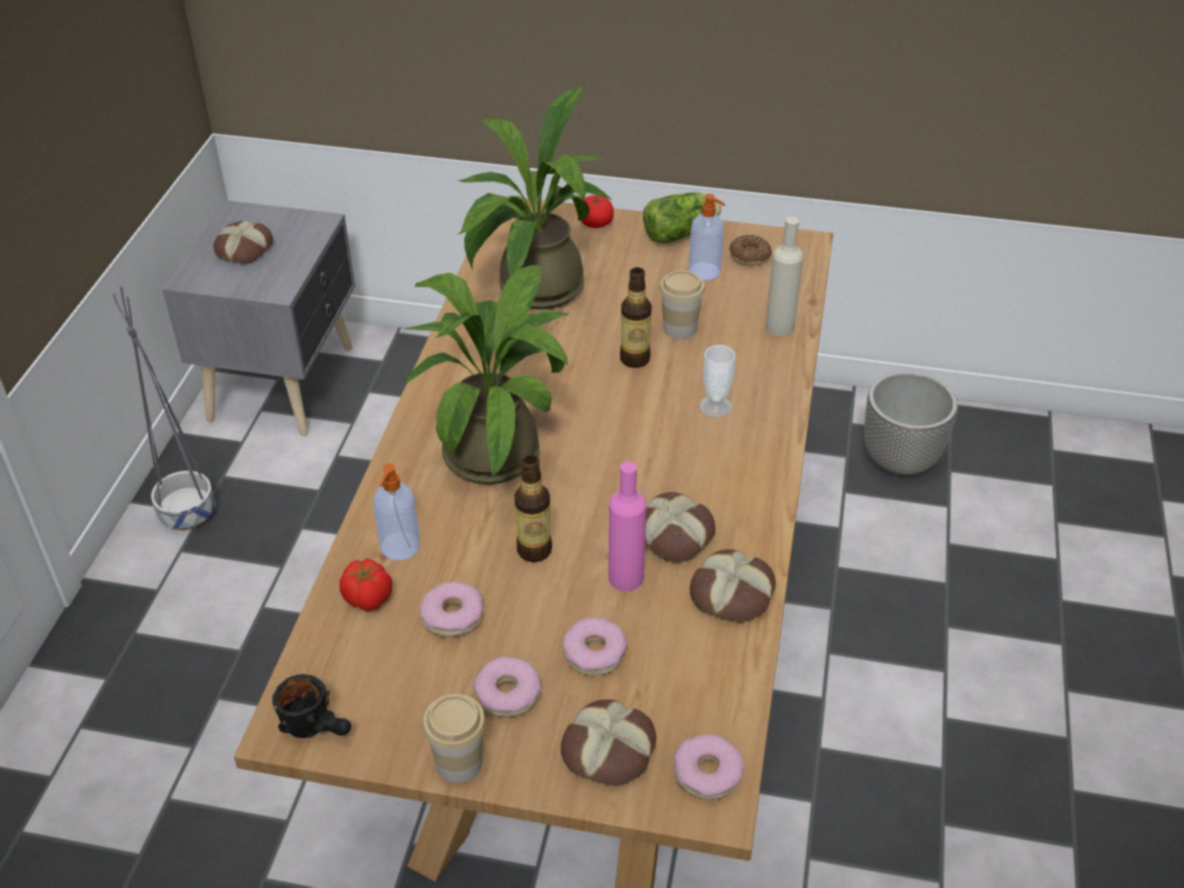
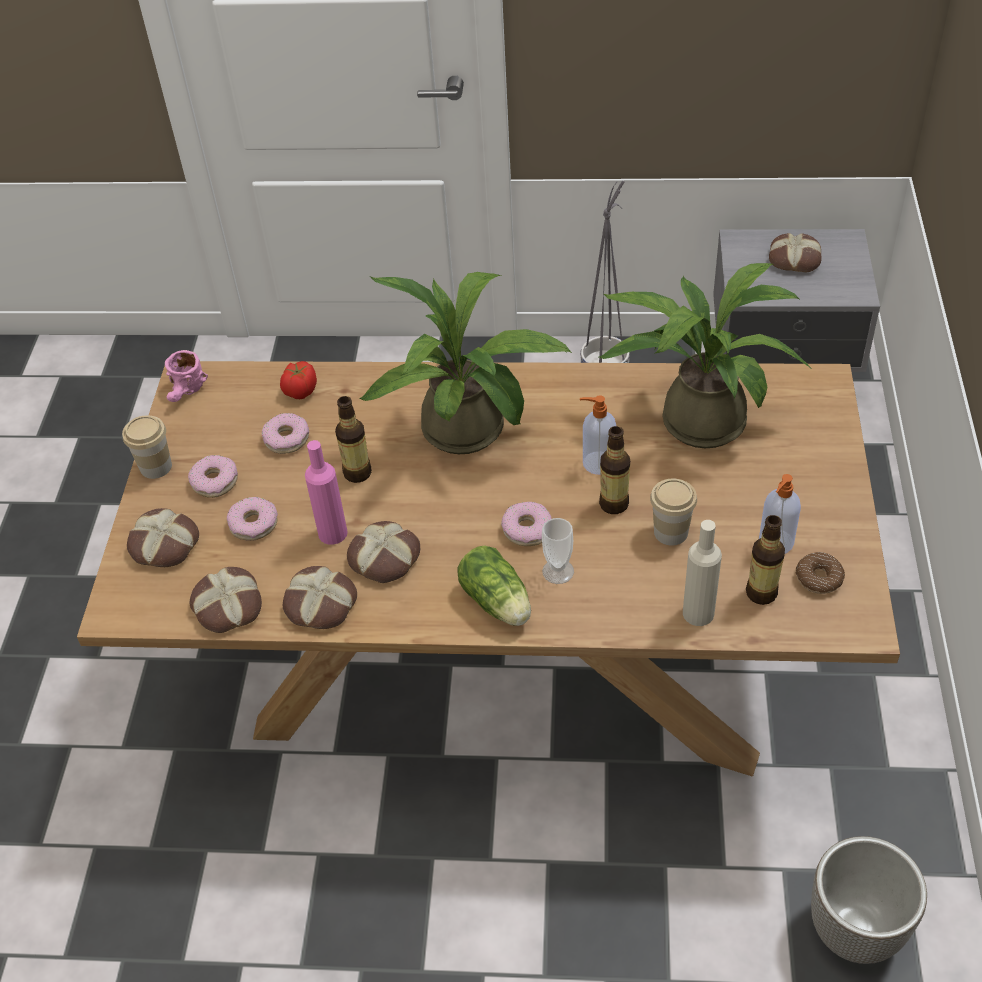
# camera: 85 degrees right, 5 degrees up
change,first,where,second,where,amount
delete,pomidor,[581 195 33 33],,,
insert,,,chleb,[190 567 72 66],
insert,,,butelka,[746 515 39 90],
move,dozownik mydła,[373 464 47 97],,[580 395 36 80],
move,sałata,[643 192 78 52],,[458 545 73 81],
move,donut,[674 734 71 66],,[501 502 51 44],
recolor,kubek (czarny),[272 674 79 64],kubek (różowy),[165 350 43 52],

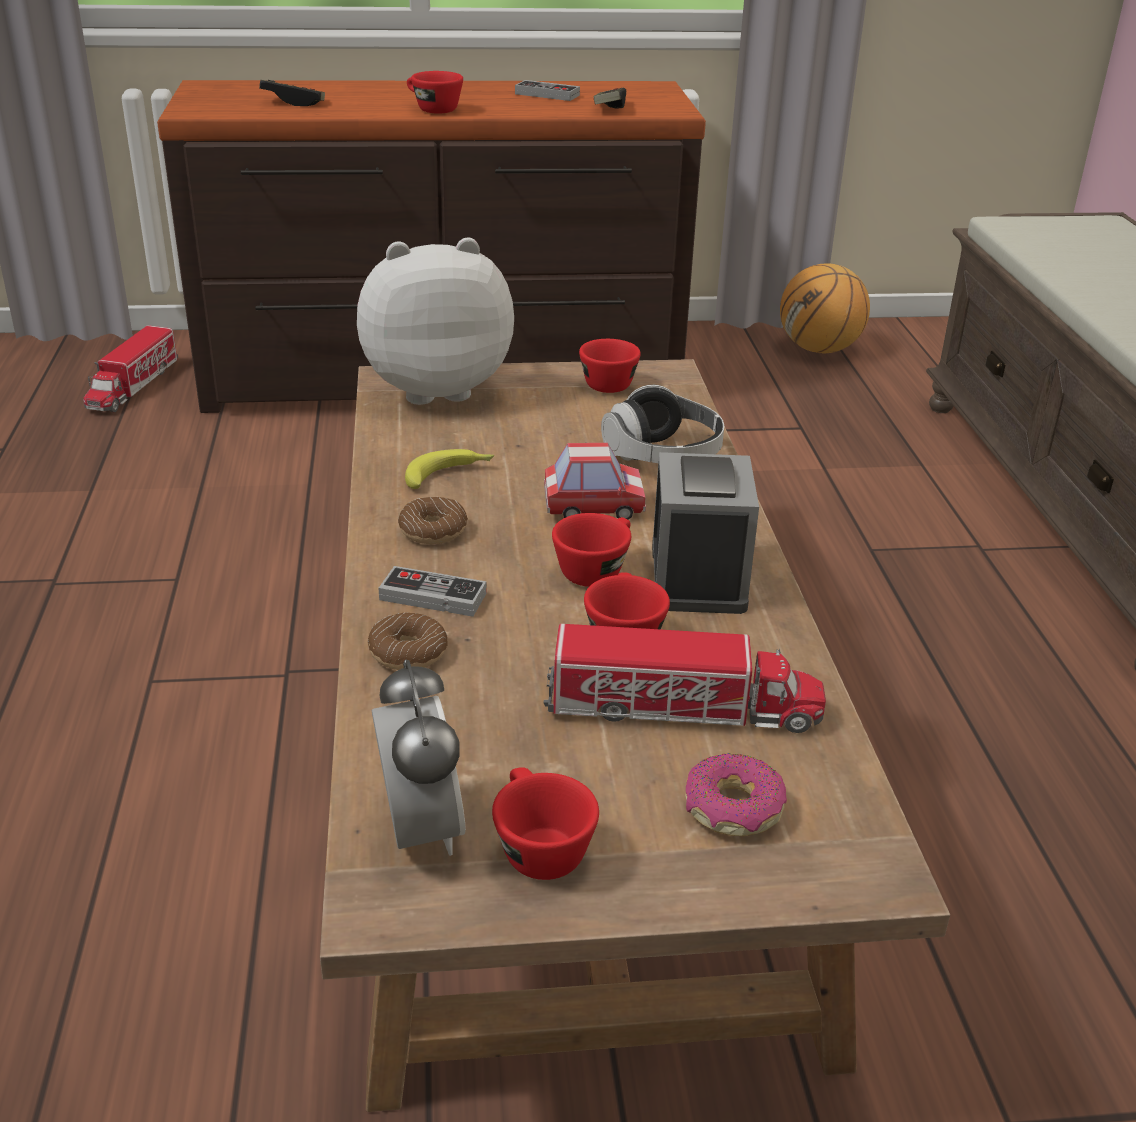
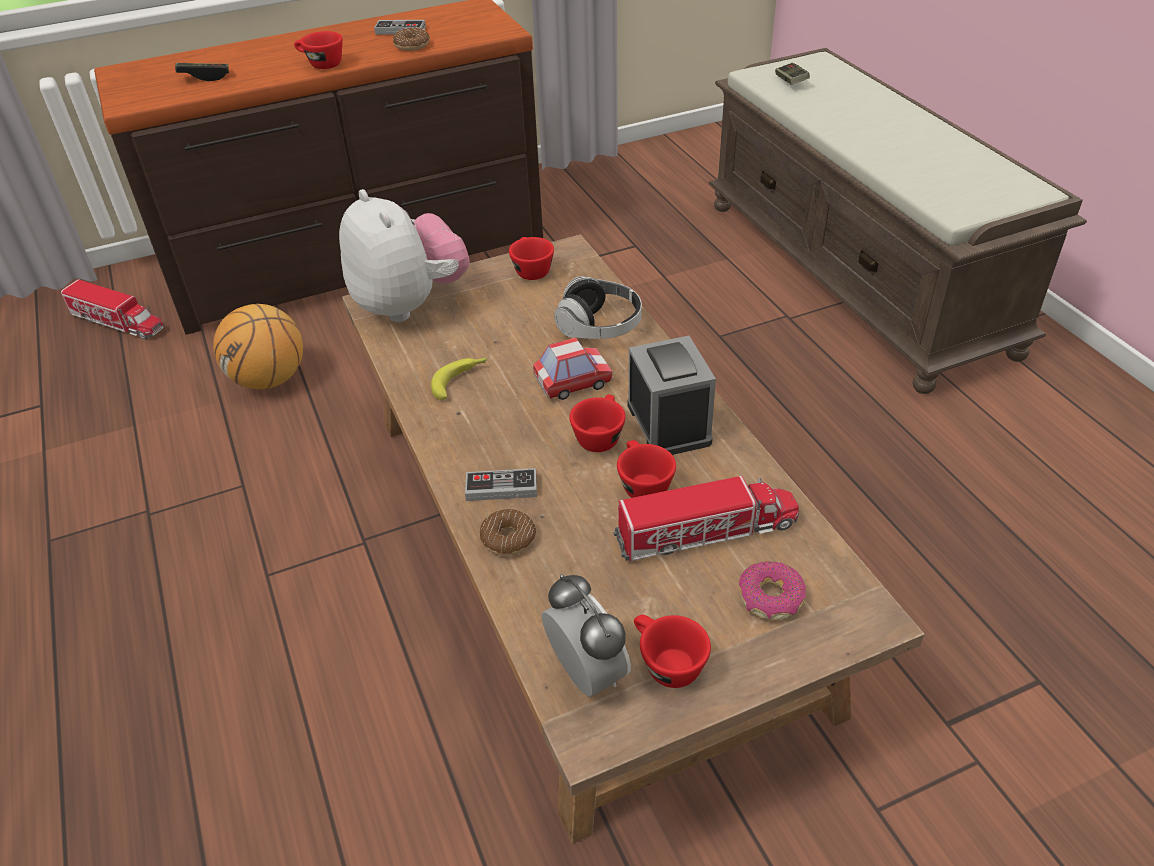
# camera: 15 degrees left, 10 degrees up
change,first,where,second,where,amount
move,donut,[398 497 70 47],,[393 27 37 24],
move,pad do gier,[594 87 32 21],,[775 63 35 22],
move,piłka do koszykówki,[780 263 90 90],,[213 304 90 85],
rotate,ciężarówka zabawkowa,[83 325 95 87],,[61 279 103 61],60 degrees counterclockwise
rotate,pluszak,[357 238 157 167],,[339 189 131 133],90 degrees clockwise

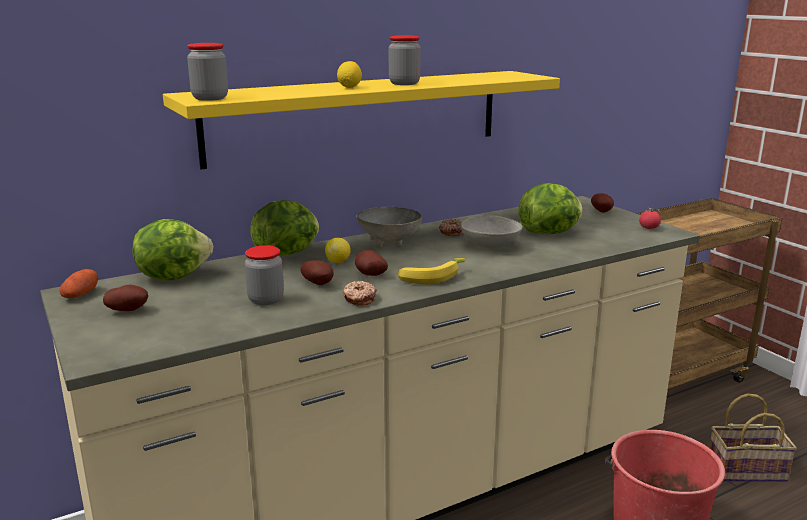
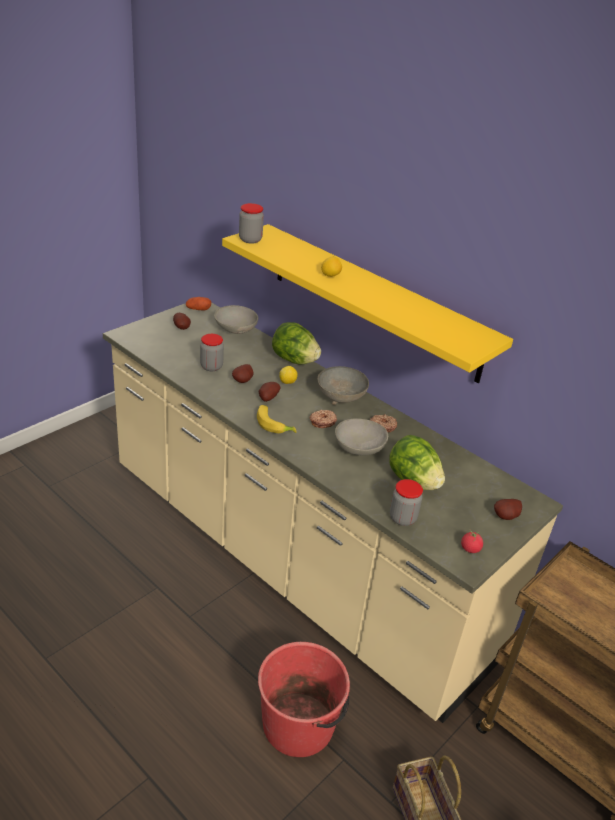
# camera: 70 degrees right, 15 degrees up
change,first,where,second,where,amount
move,donut,[343 281 34 25],,[309 410 28 18],
move,słoik,[389 35 32 50],,[390 479 33 47],
replace,sałata,[133 219 80 62],miska (szary),[214 305 44 29],

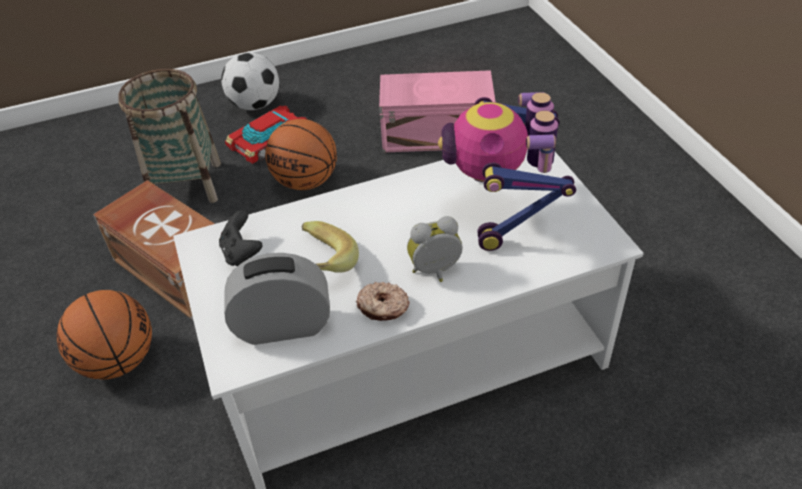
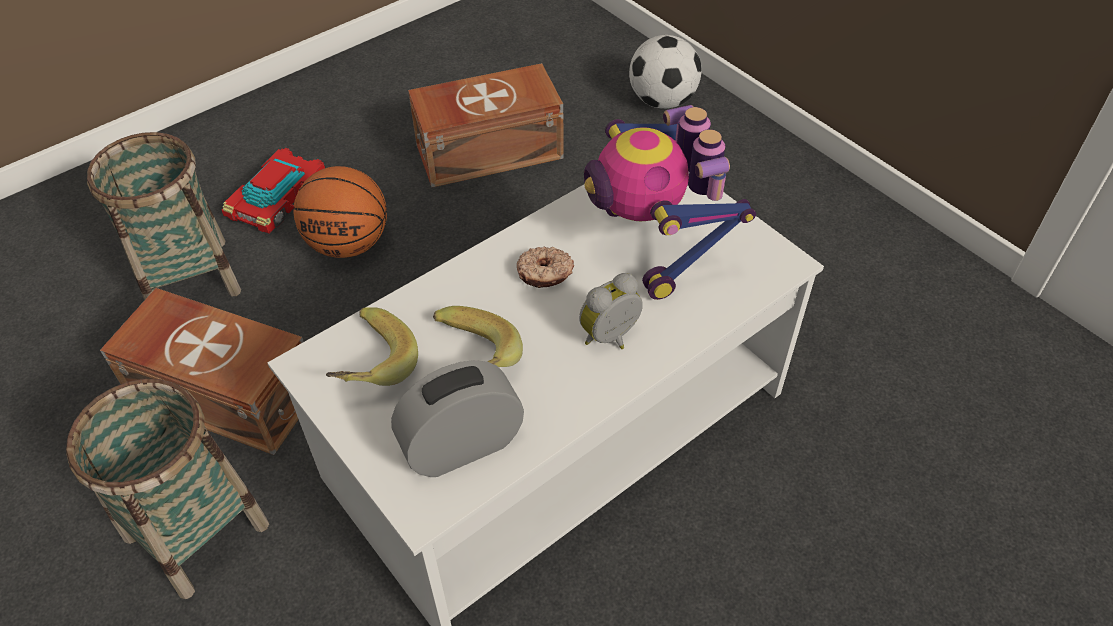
# camera: 20 degrees left, 5 degrees up
change,first,where,second,where,amount
move,piłka futbolowa,[221 52 58 58],,[629 35 73 74],
move,donut,[356 282 54 39],,[517 246 57 42],
replace,piłka do koszykówki,[57 290 95 90],koszyk,[66 379 203 220],
replace,pad do gier (czarny),[219 210 44 56],banan,[326 307 92 79],
recolor,pojemnik do przechowywania (różowy),[379 70 117 83],pojemnik do przechowywania (brązowy),[408 63 156 124],

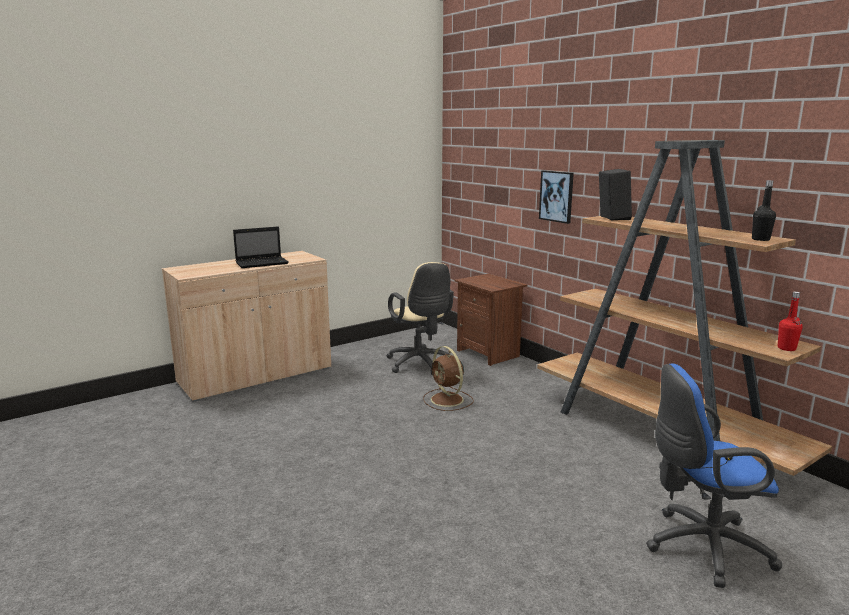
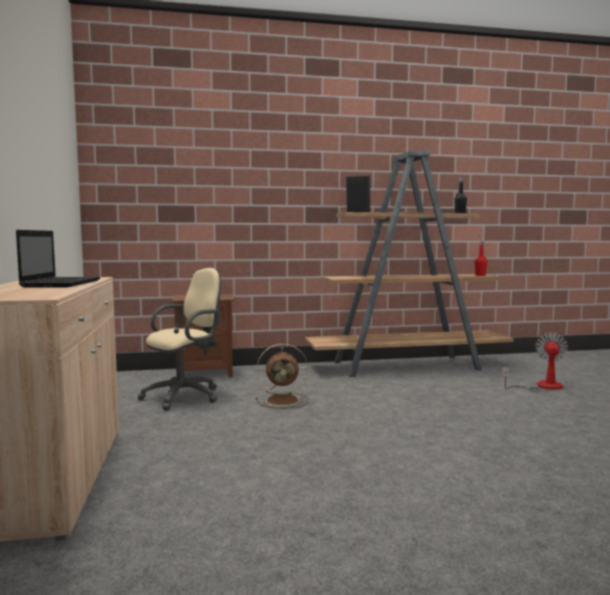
# camera: 65 degrees left, 10 degrees down
change,first,where,second,where,amount
delete,obraz,[539 170 35 54],,,
replace,krzesło biurowe (niebieski),[646 364 136 224],wentylator,[502 333 66 59],
rotate,krzesło biurowe (beżowy),[386 262 68 113],,[137 268 84 143],45 degrees counterclockwise

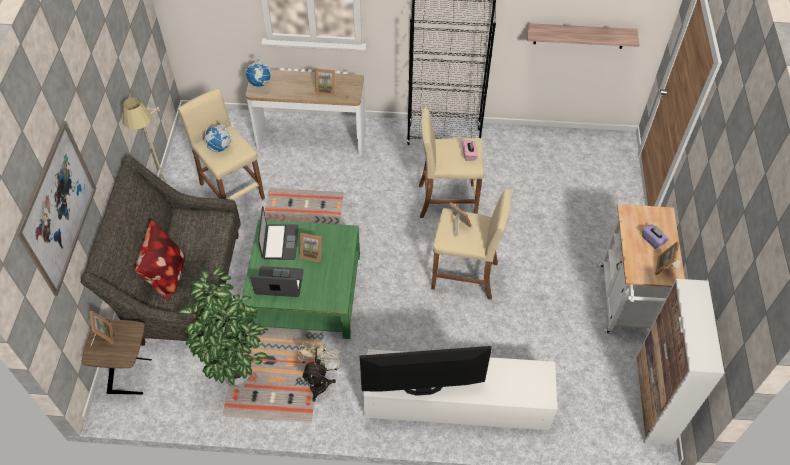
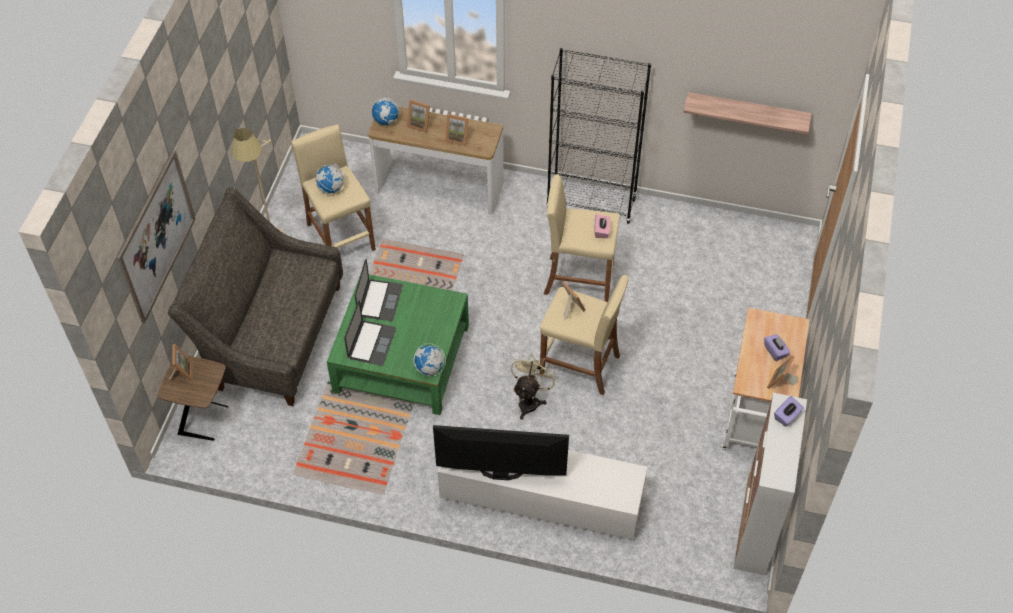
# camera: 10 degrees right, 0 degrees up
change,first,where,second,where,amount
delete,poduszka,[135 220 51 80],,,
delete,roślina doniczkowa,[178 267 91 120],,,
insert,,,globus,[413 343 33 33],
insert,,,pudełko chusteczek (fioletowy),[774 396 30 31],
move,wentylator (beżowy),[297 339 46 63],,[511 353 47 67],
move,ramka na zdjęcie,[300 233 22 29],,[407 99 23 34],
rotate,laptop,[250 266 54 31],,[344 300 52 66],90 degrees clockwise

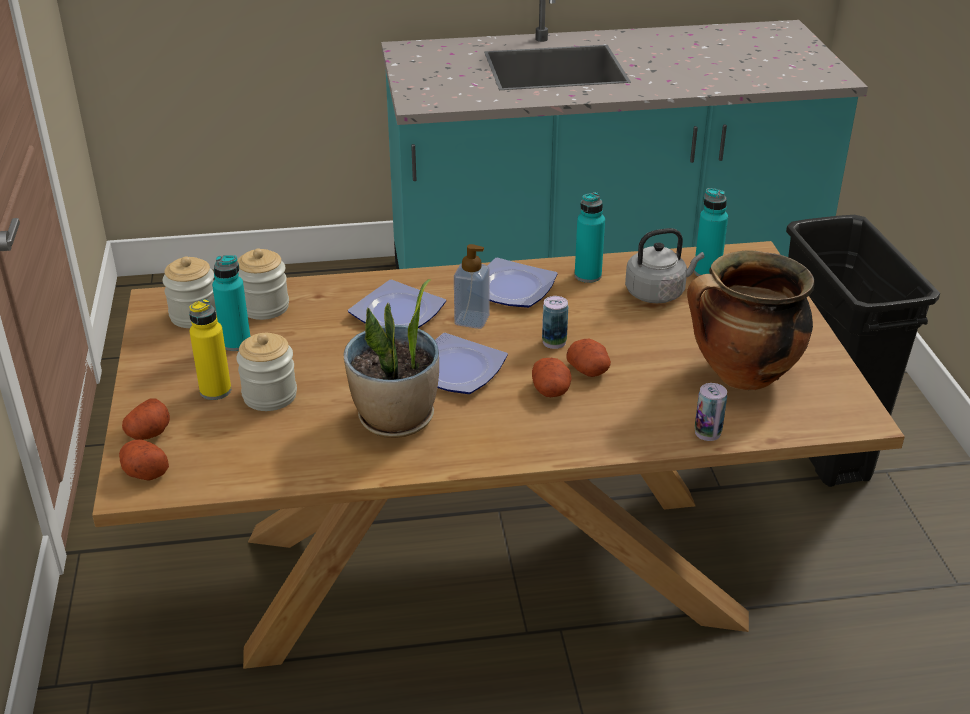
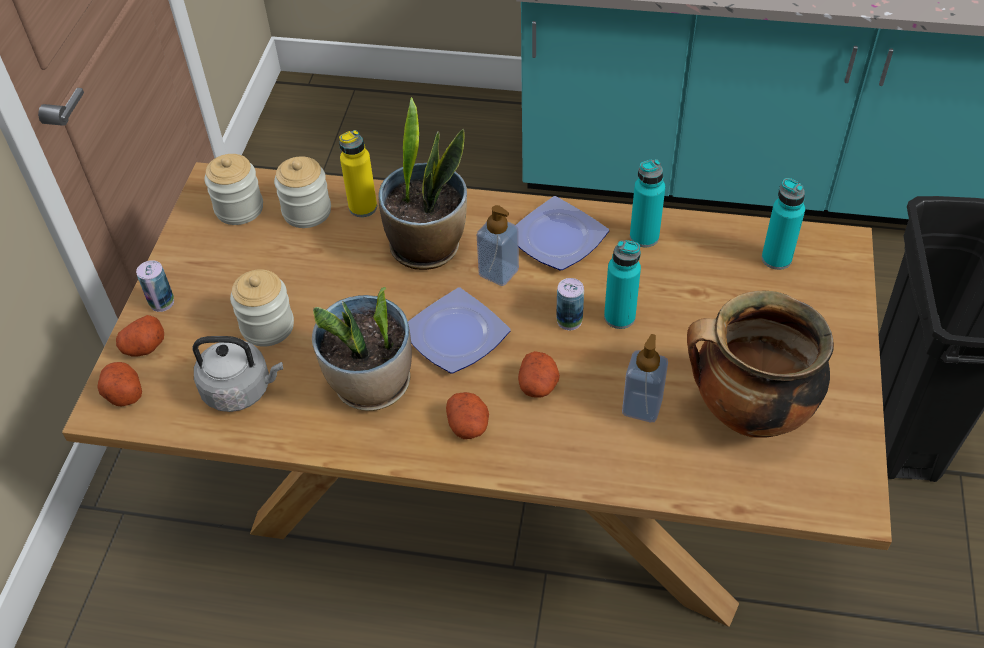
# camera: 20 degrees right, 15 degrees up
change,first,where,second,where,amount
insert,,,dozownik mydła,[622 334 46 88],
move,butelka (żółty),[189 299 42 101],,[339 130 38 87],
move,butelka (turkusowy),[212 255 38 96],,[604 240 37 89],
move,ziemniak,[567 339 44 38],,[446 392 43 47],
move,czajnik (szary),[625 228 79 75],,[192 336 91 76],
move,puszka,[695 383 32 58],,[136 260 38 52],
replace,talerz,[348 279 98 49],roślina doniczkowa,[378 97 89 173],

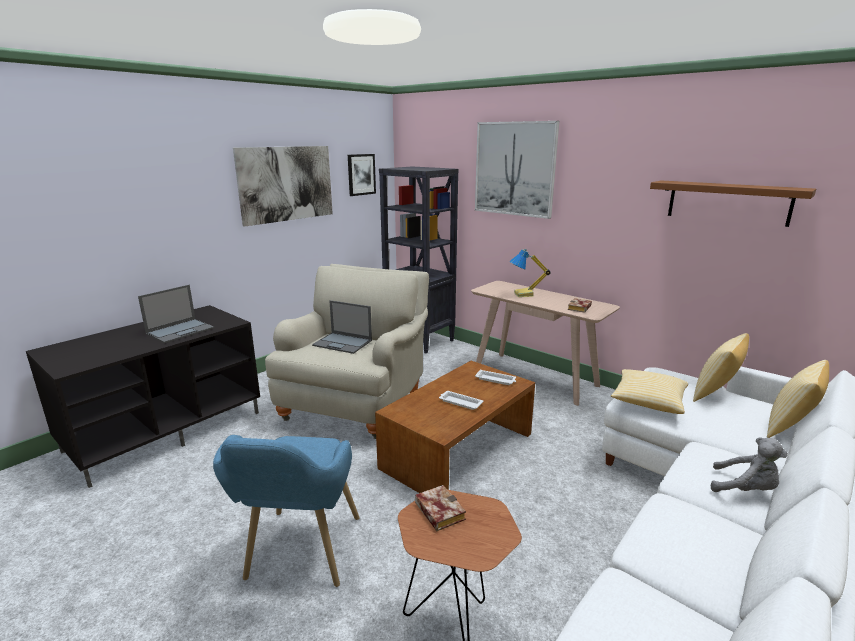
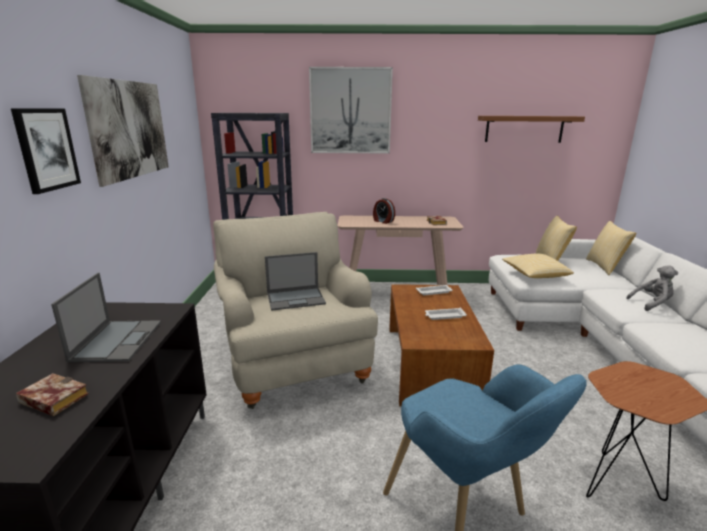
# camera: 40 degrees left, 0 degrees up
change,first,where,second,where,amount
move,obraz,[348 154 28 42],,[11 108 70 86],
move,książka,[415 485 51 46],,[16 373 73 43],
replace,lampa stołowa,[510 249 41 48],budzik,[373 198 22 26],

